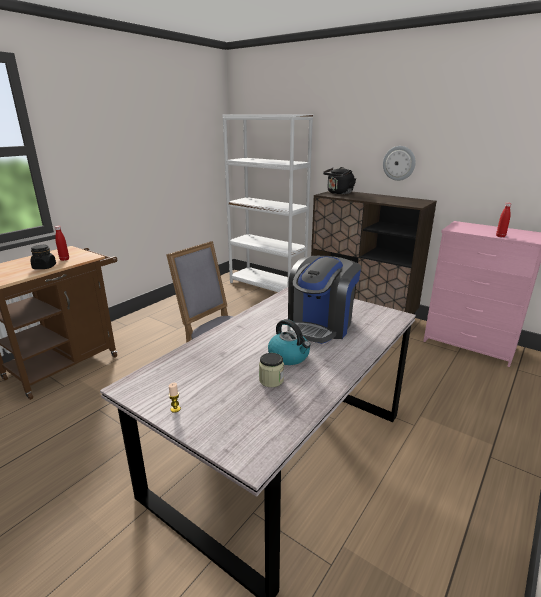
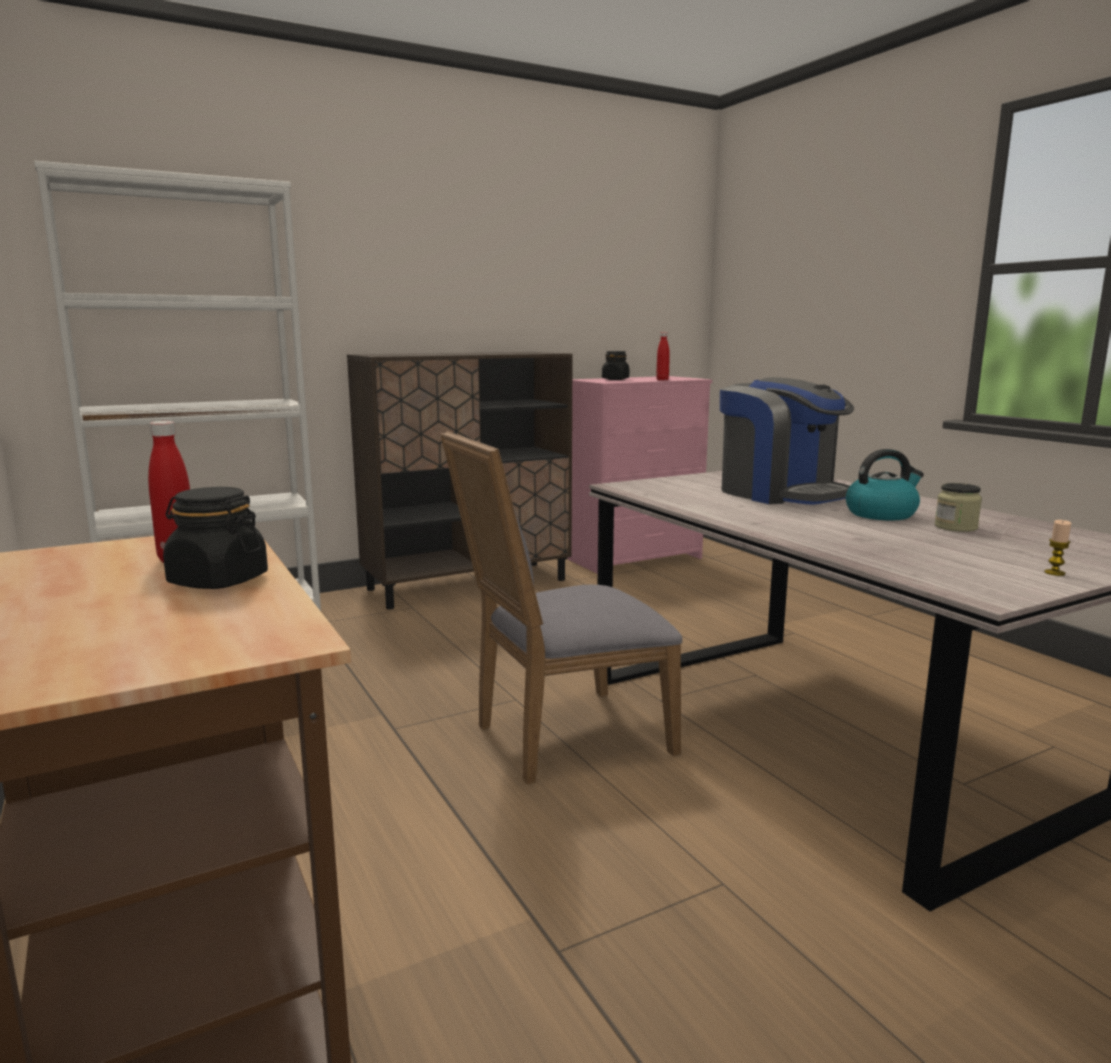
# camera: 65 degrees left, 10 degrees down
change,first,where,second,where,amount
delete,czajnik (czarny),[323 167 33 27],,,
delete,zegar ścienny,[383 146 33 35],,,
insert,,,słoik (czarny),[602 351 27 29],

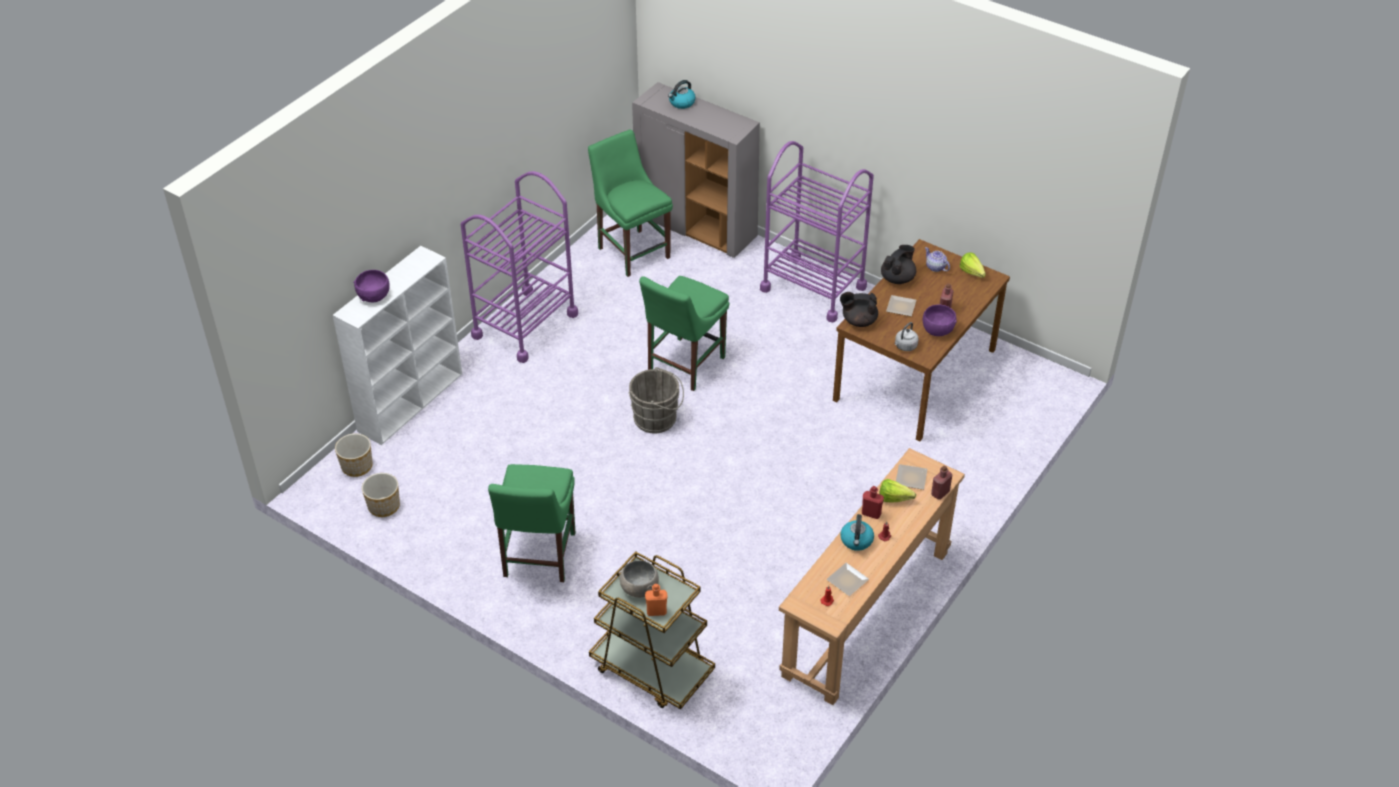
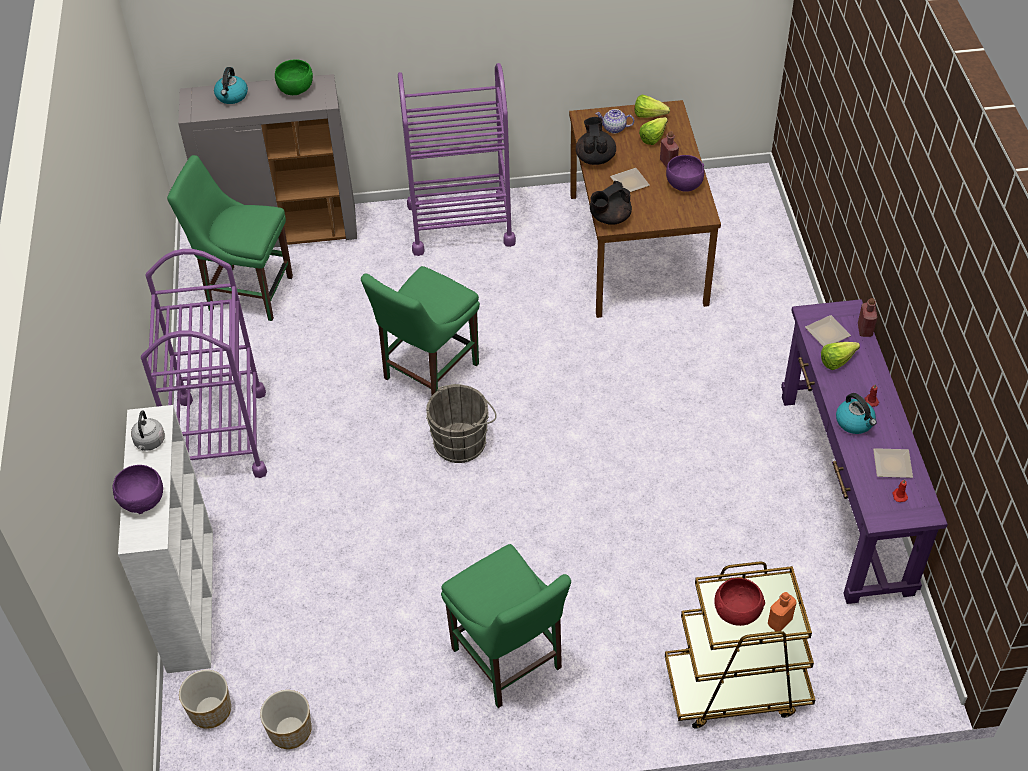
# camera: 40 degrees left, 5 degrees up
change,first,where,second,where,amount
delete,butelka (czerwony),[862 486 22 33],,,
insert,,,miska (zielony),[275 59 38 36],
insert,,,sałata,[639 117 29 28],
move,czajnik (szary),[894 322 25 29],,[131 410 34 41],
recolor,miska (szary),[620 560 39 38],miska (czerwony),[714 578 51 48],
recolor,stolik konsolowy (brązowy),[779 448 186 257],stolik konsolowy (fioletowy),[781 299 167 305],
rotate,krzesło (zielony),[639 276 90 115],,[361 266 119 129],45 degrees clockwise

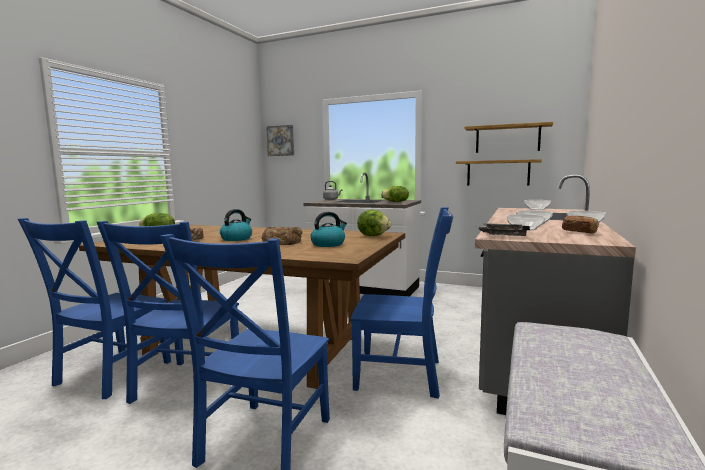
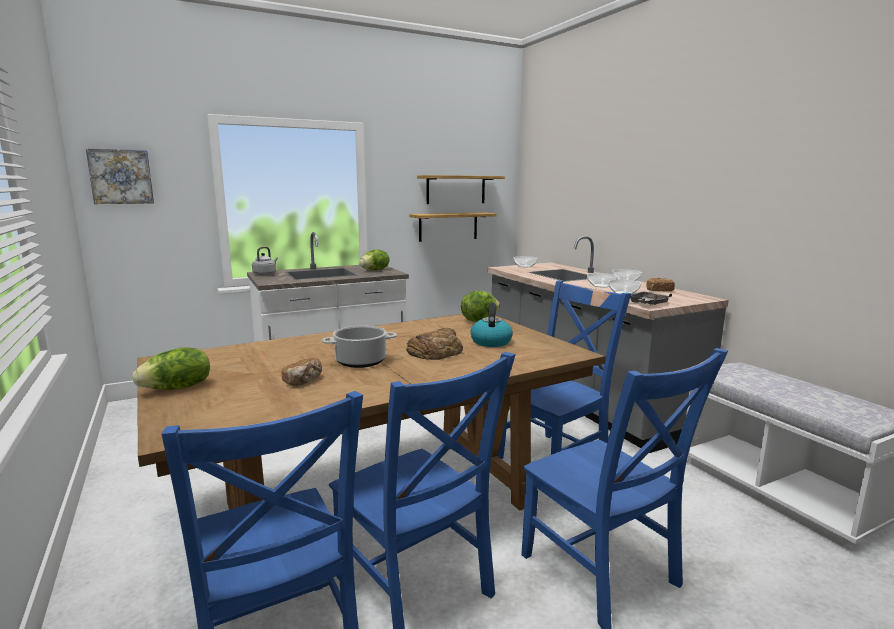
# camera: 50 degrees left, 5 degrees up
change,first,where,second,where,amount
replace,czajnik,[220 209 32 32],garnek,[322 325 75 43],

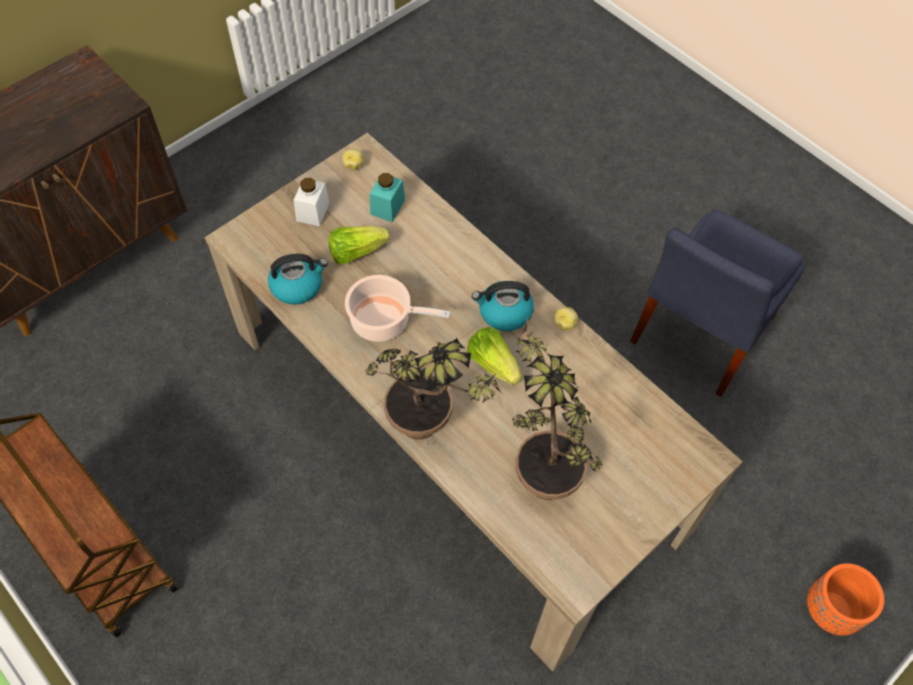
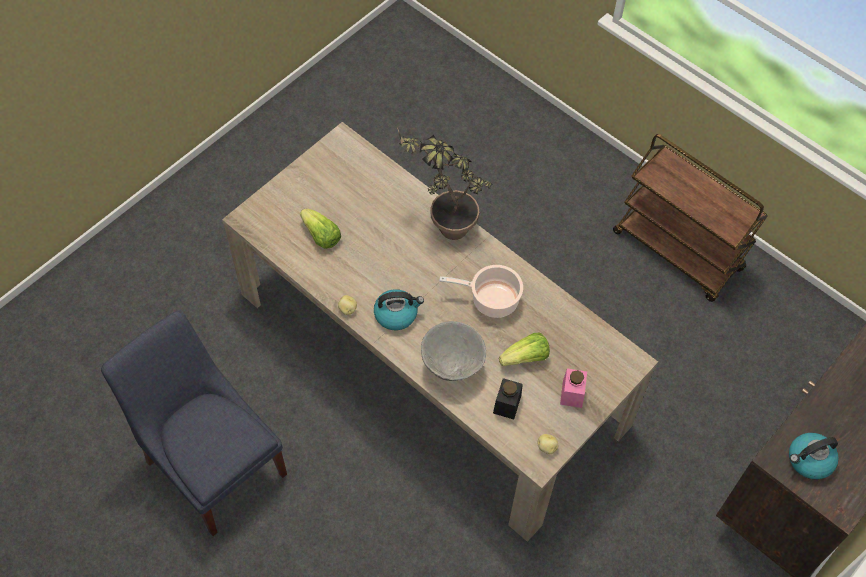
# camera: 175 degrees right, 0 degrees up
change,first,where,second,where,amount
delete,roślina doniczkowa,[512 315 91 185],,,
delete,donica (pomarańczowy),[807 563 77 73],,,
insert,,,miska (szary),[421 321 65 60],
move,czajnik,[268 253 60 52],,[789 433 50 46],
move,sałata,[467 327 55 58],,[300 209 41 40],
recolor,słoik (biały),[294 178 36 48],słoik (różowy),[560 368 27 40],
recolor,słoik (turkusowy),[370 173 35 49],słoik (czarny),[493 378 30 41],
rotate,krzesło (niebieski),[630 209 175 188],,[101 311 186 225],75 degrees counterclockwise

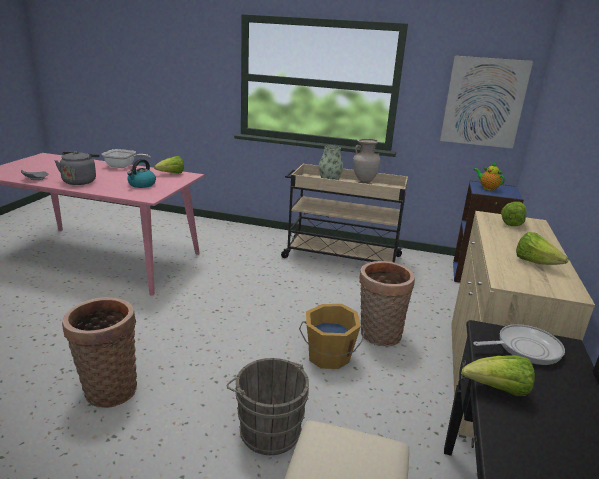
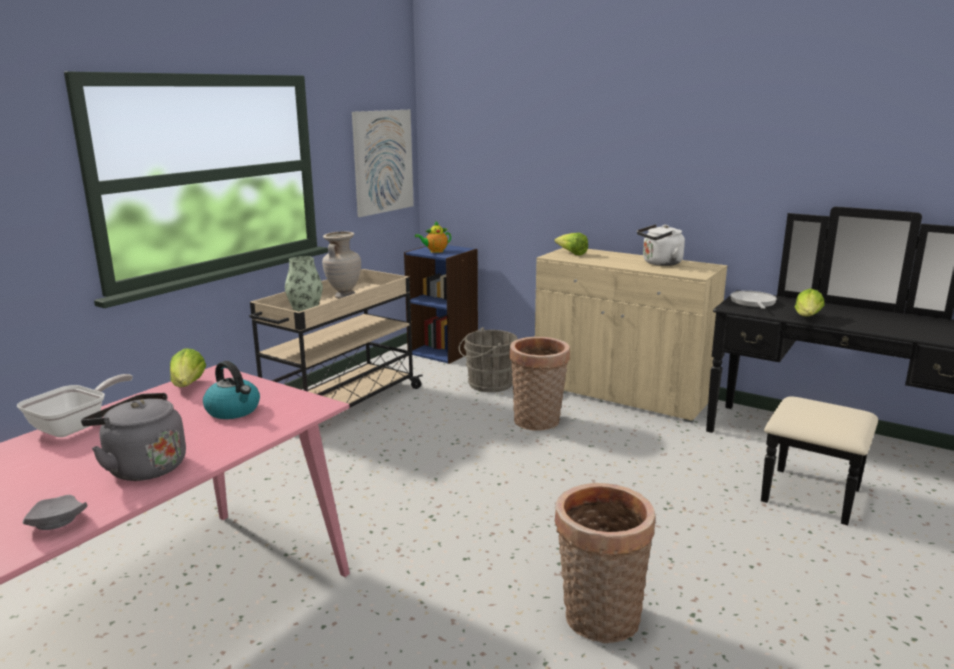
# camera: 70 degrees left, 5 degrees down
change,first,where,second,where,amount
delete,wiadro (pomarańczowy),[299 304 66 65],,,
move,wiadro (szary),[227 358 82 97],,[459 327 59 65],
replace,sałata,[516 232 53 33],czajnik (biały),[637 224 48 42],

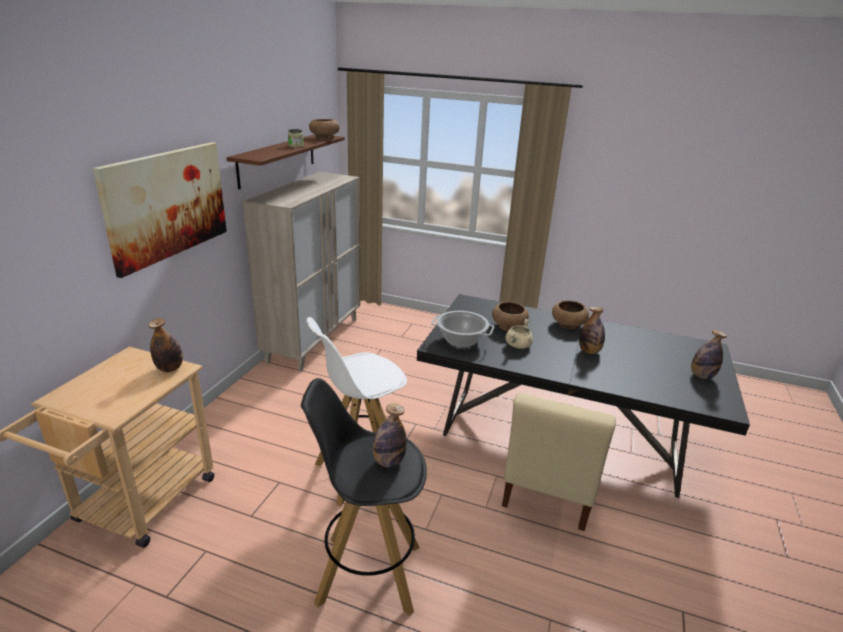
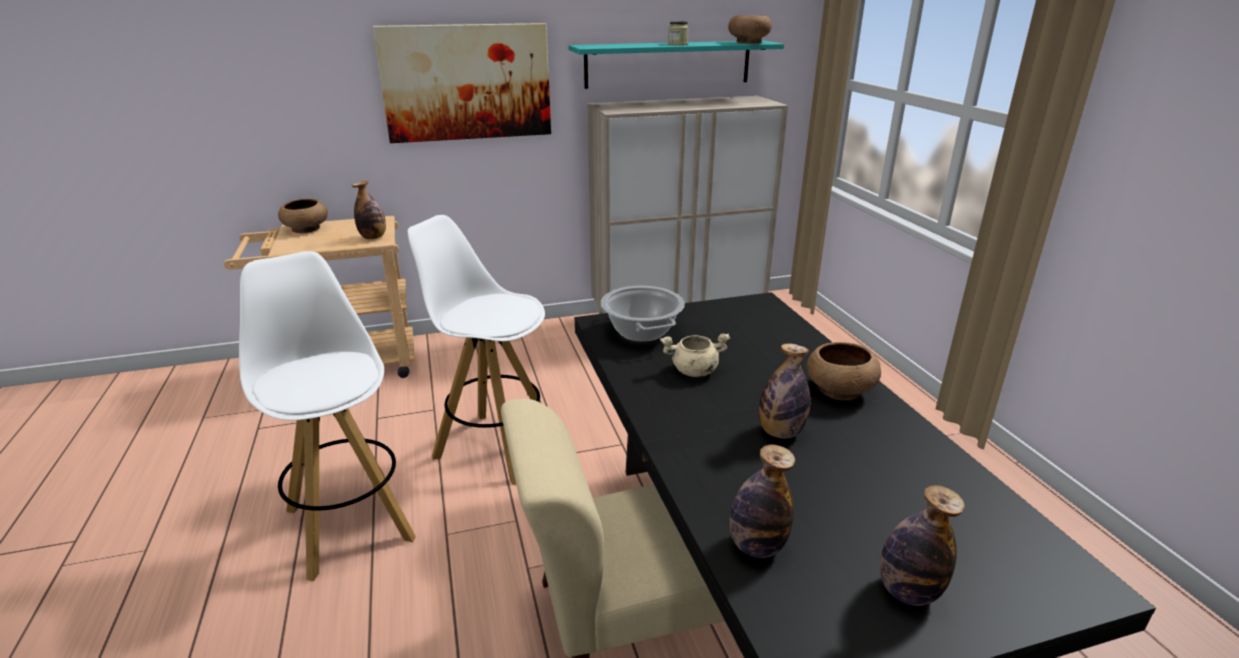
# camera: 55 degrees right, 0 degrees up
change,first,where,second,where,amount
move,butelka,[373 404 34 63],,[730 445 65 113],
move,miska (brązowy),[492 302 37 29],,[278 198 50 35],
recolor,półka (brązowy),[226 134 119 55],półka (turkusowy),[568 40 216 49],
recolor,stołek (czarny),[301 378 126 238],stołek (biały),[239 251 177 330],

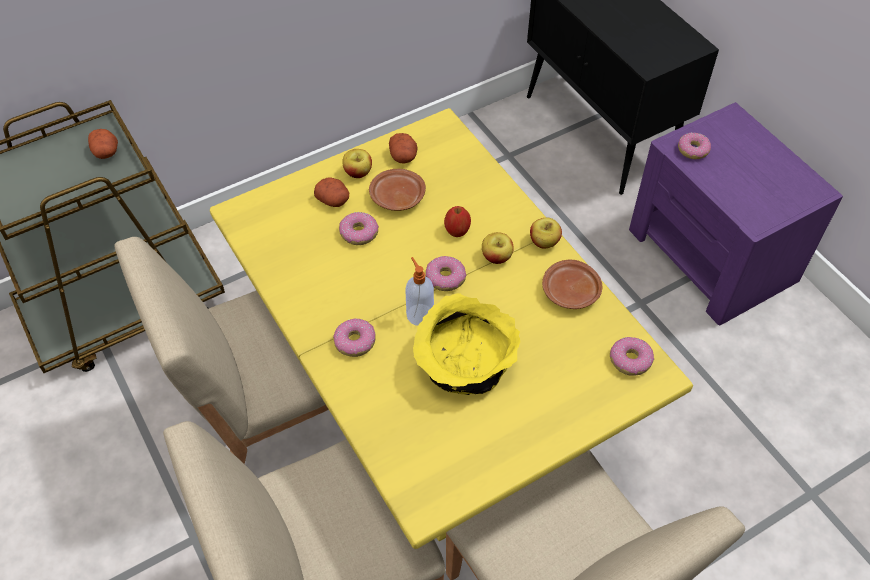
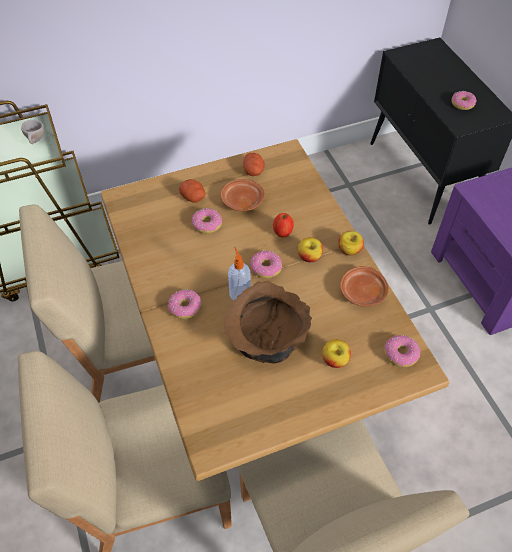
# camera: 10 degrees right, 0 degrees up
change,first,where,second,where,amount
move,jabłko,[342 149 30 29],,[322 339 29 29],
move,donut,[678 132 33 27],,[452 91 24 19],
replace,ziemniak,[88 129 30 30],filiżanka (beżowy),[21 120 23 24],
recolor,stół jadalny (żółty),[210 108 483 441],stół jadalny (brązowy),[101 139 348 342],
recolor,miska (żółty),[413 293 107 102],miska (brązowy),[224 281 88 83],

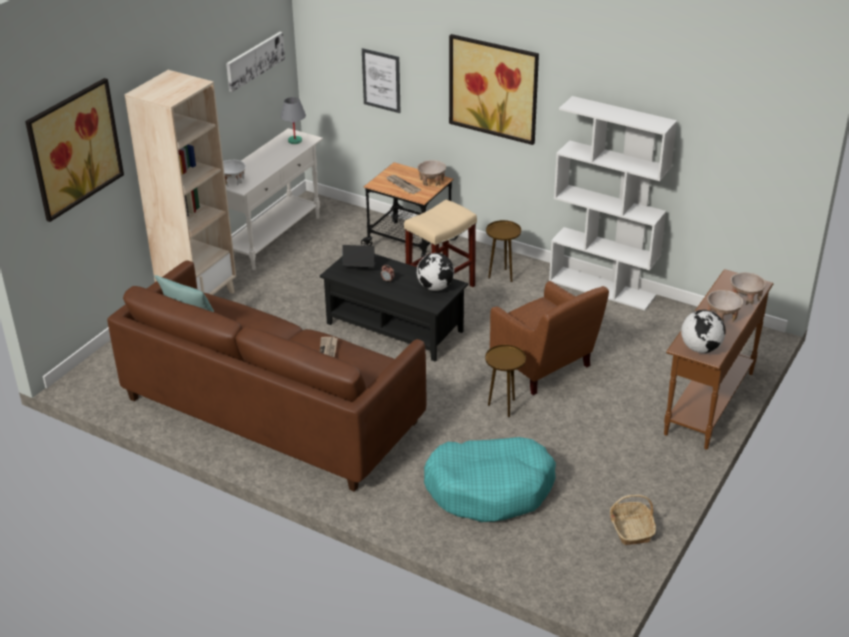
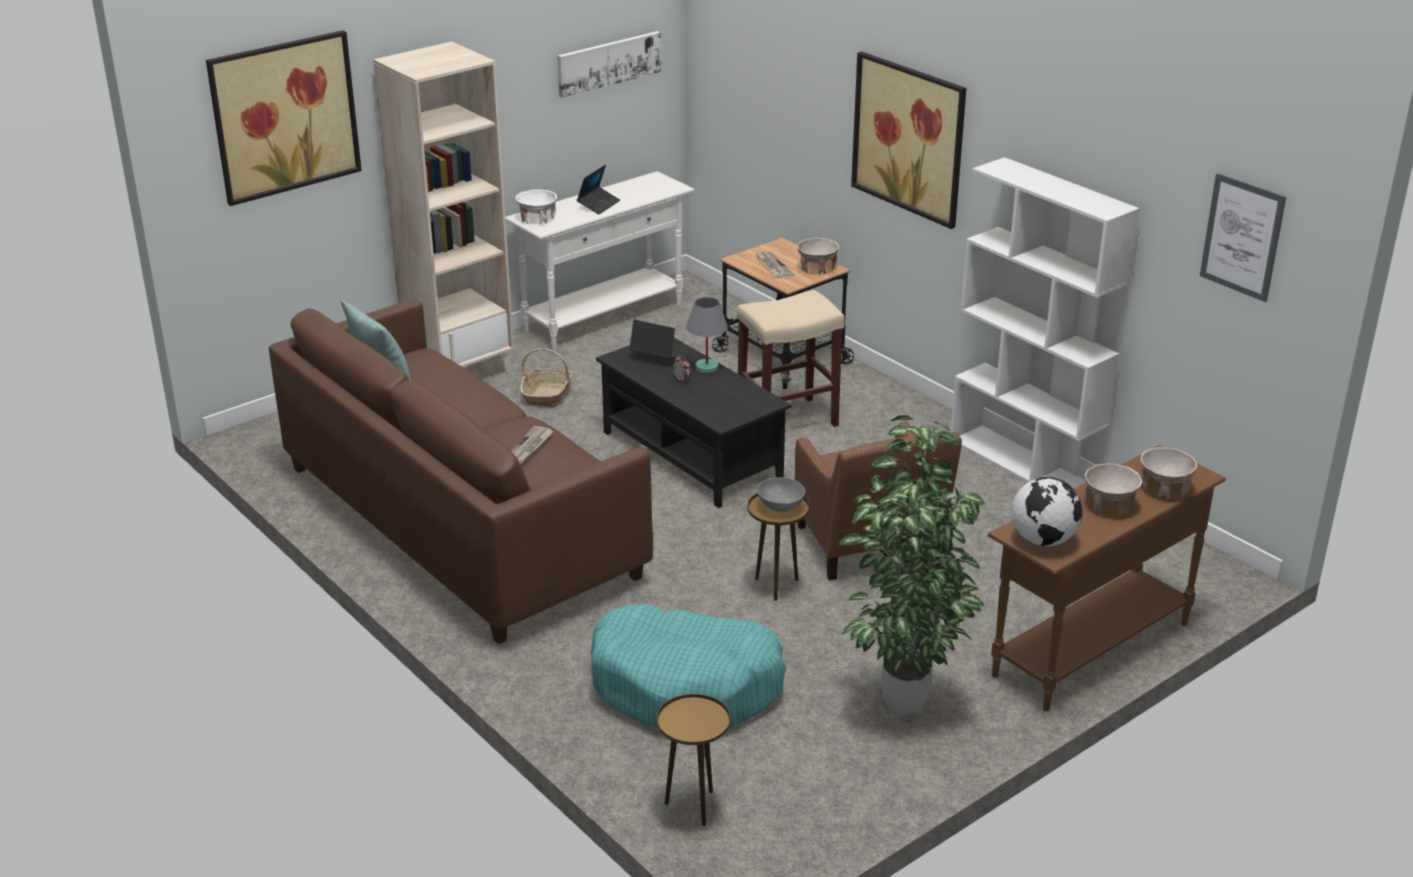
# camera: 20 degrees right, 5 degrees down
change,first,where,second,where,amount
delete,globus,[417 253 37 38],,,
insert,,,laptop,[577 165 43 50],
insert,,,miska (szary),[757 477 48 35],
insert,,,roślina doniczkowa,[839 415 146 301],
move,lampa stołowa (szary),[280 97 26 47],,[686 297 42 76],
move,obraz,[362 48 38 65],,[1200 173 86 129],
move,stolik (brązowy),[486 220 35 62],,[657 694 73 132],
move,koszyk,[610 494 46 51],,[520 348 52 59],

